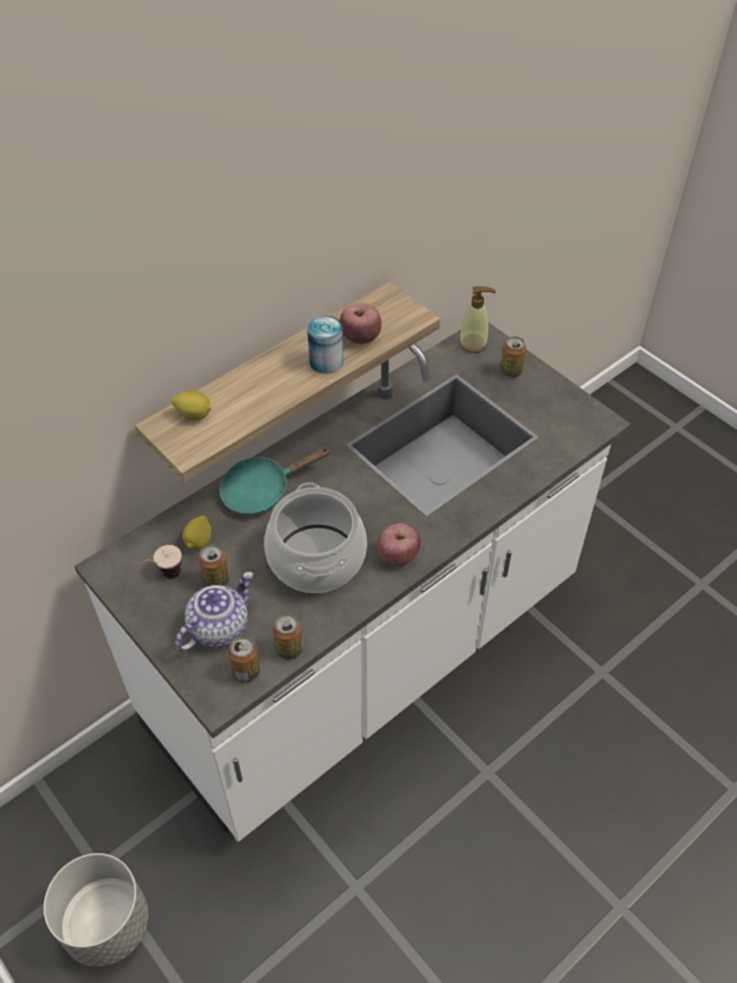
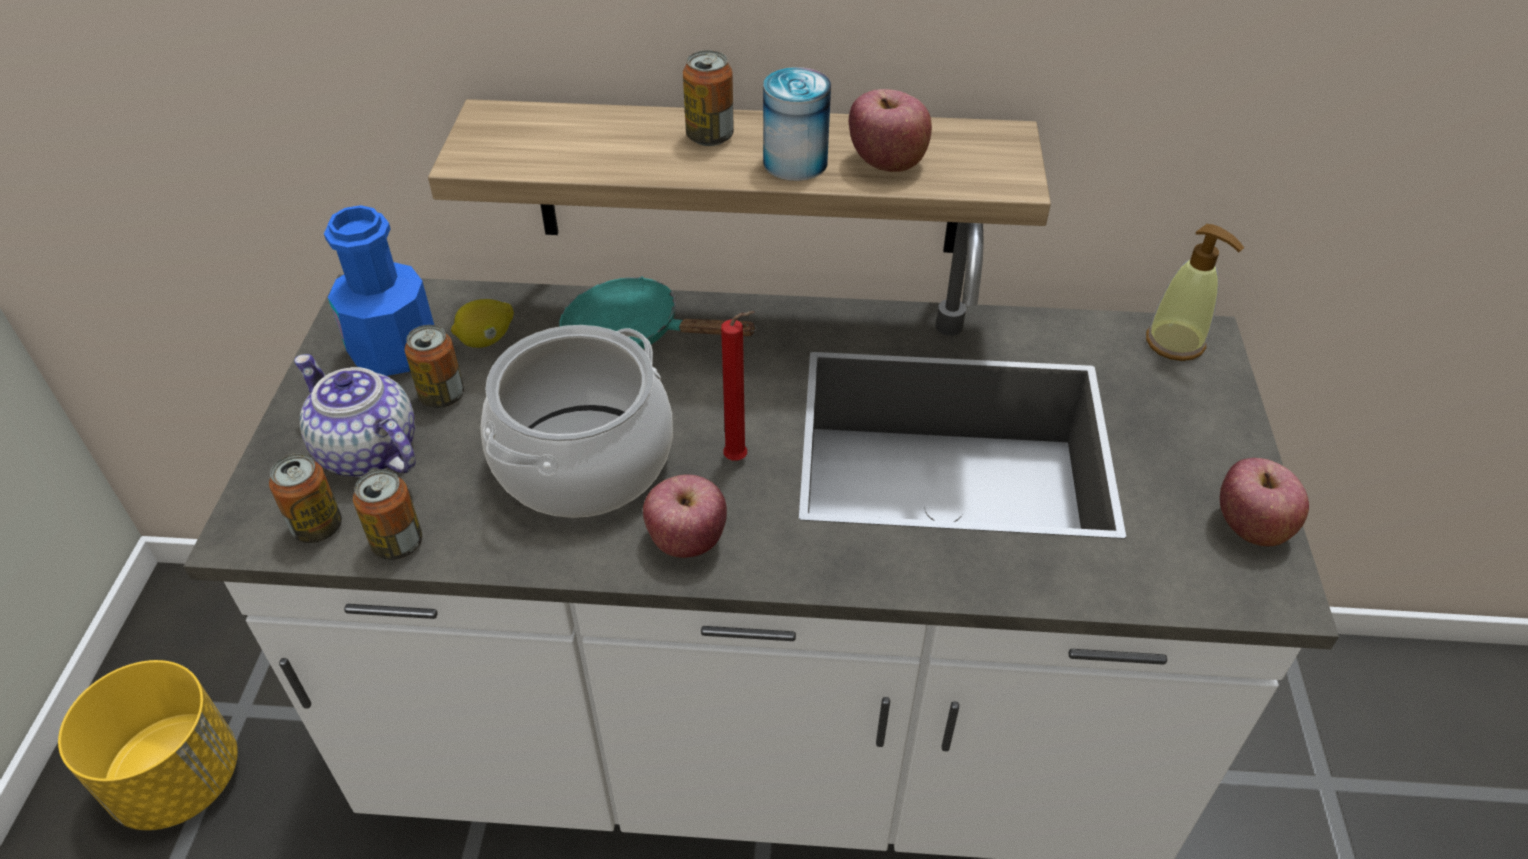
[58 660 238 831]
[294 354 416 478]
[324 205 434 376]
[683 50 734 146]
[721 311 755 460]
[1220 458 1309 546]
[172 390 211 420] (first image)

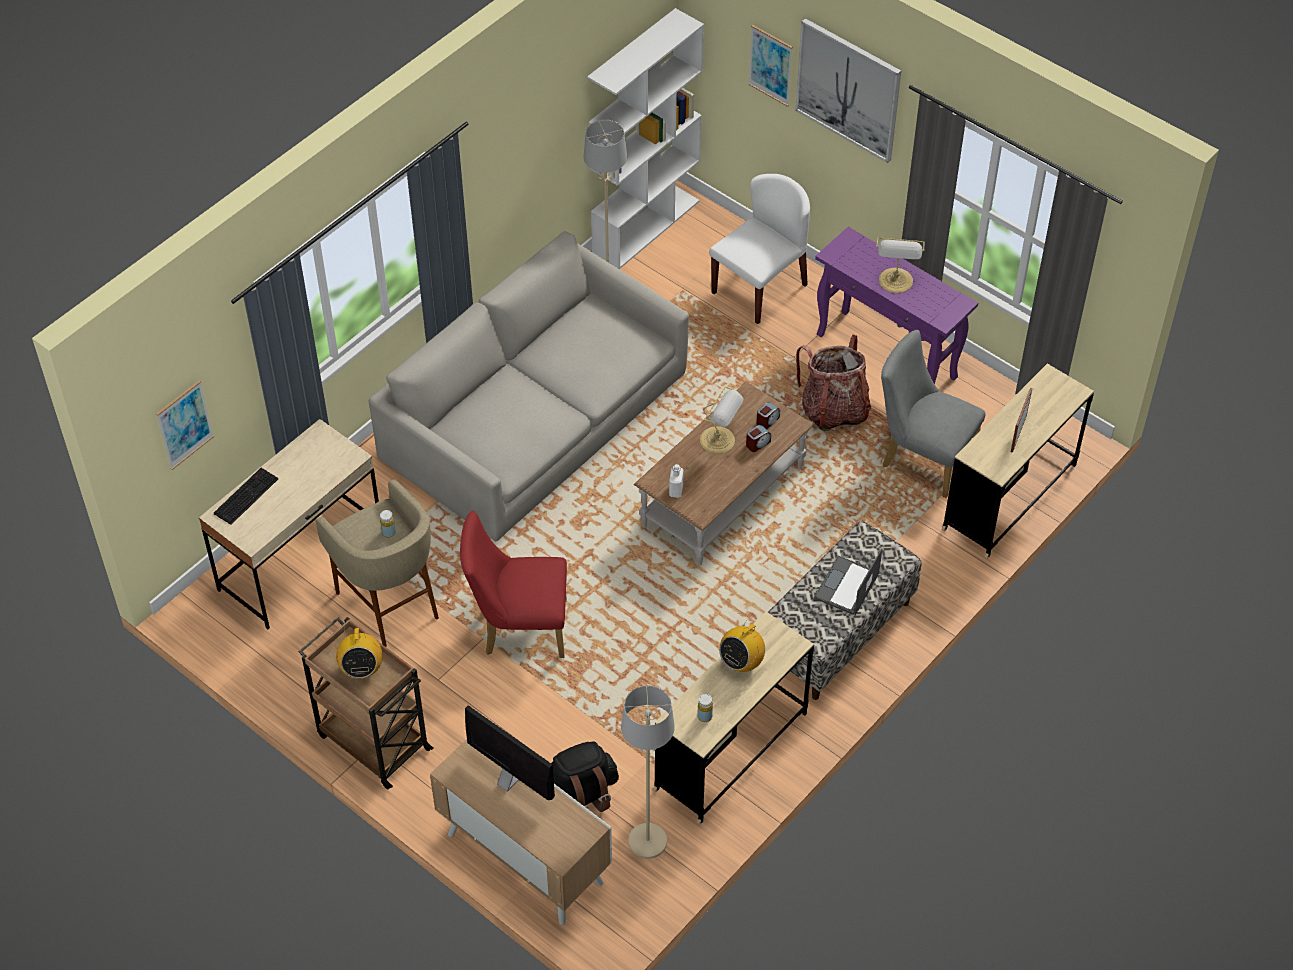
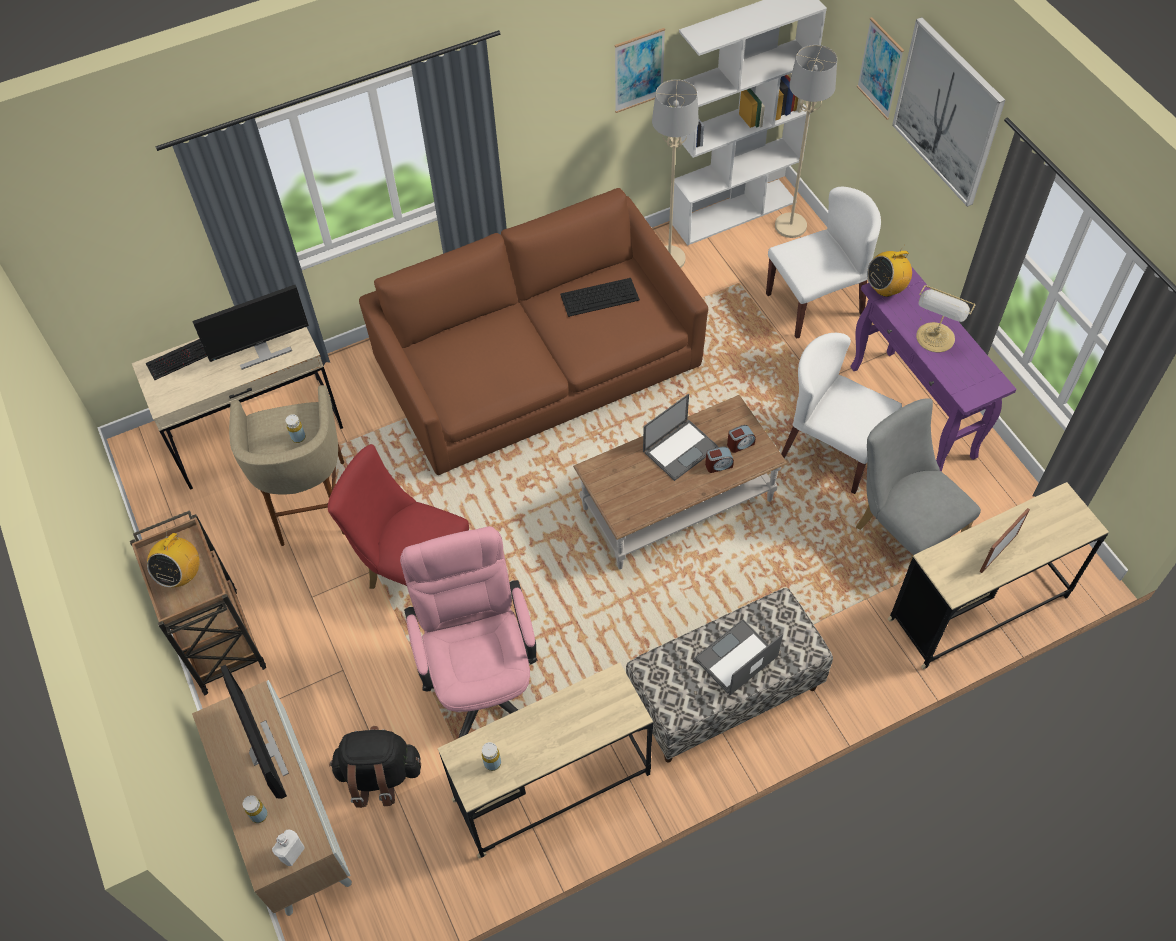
[192 285 309 370]
[243 795 268 823]
[272 829 305 866]
[359 188 708 475]
[400 526 538 738]
[560 278 640 317]
[615 28 665 113]
[643 394 719 481]
[775 45 837 238]
[781 333 902 494]
[867 246 912 297]

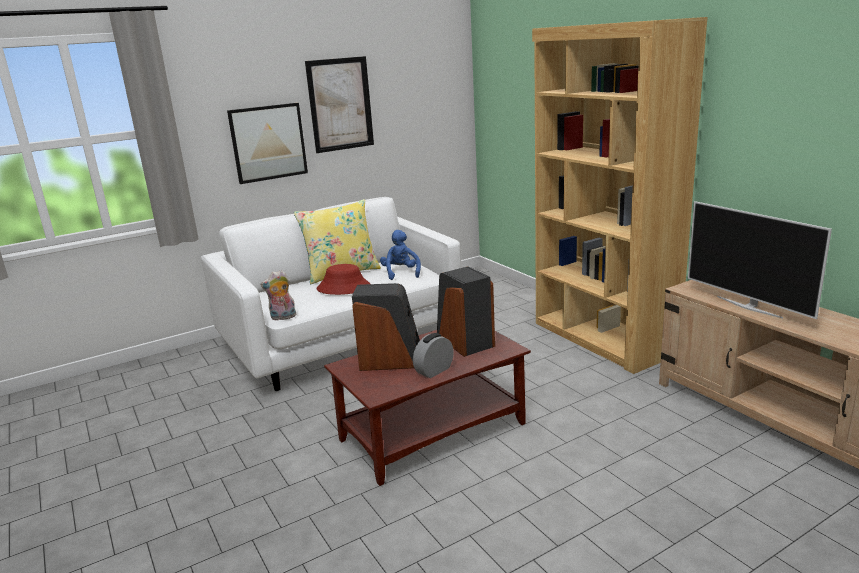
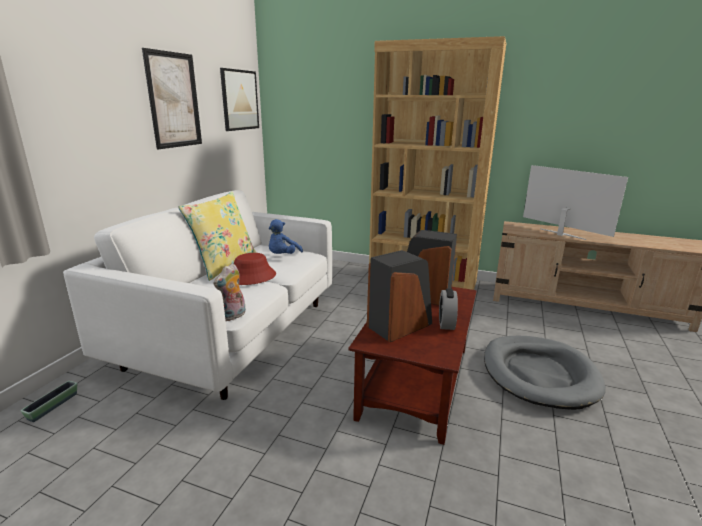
[21 381 77 422]
[220 68 259 131]
[269 219 303 254]
[484 336 606 410]
[523 165 628 240]

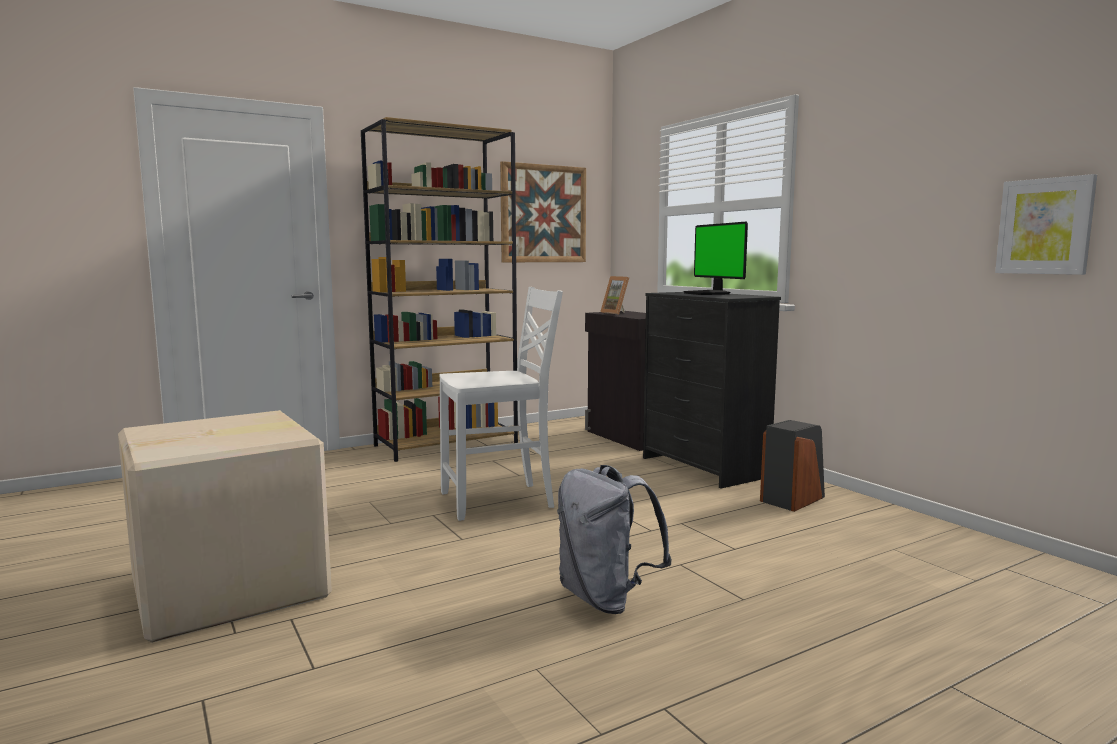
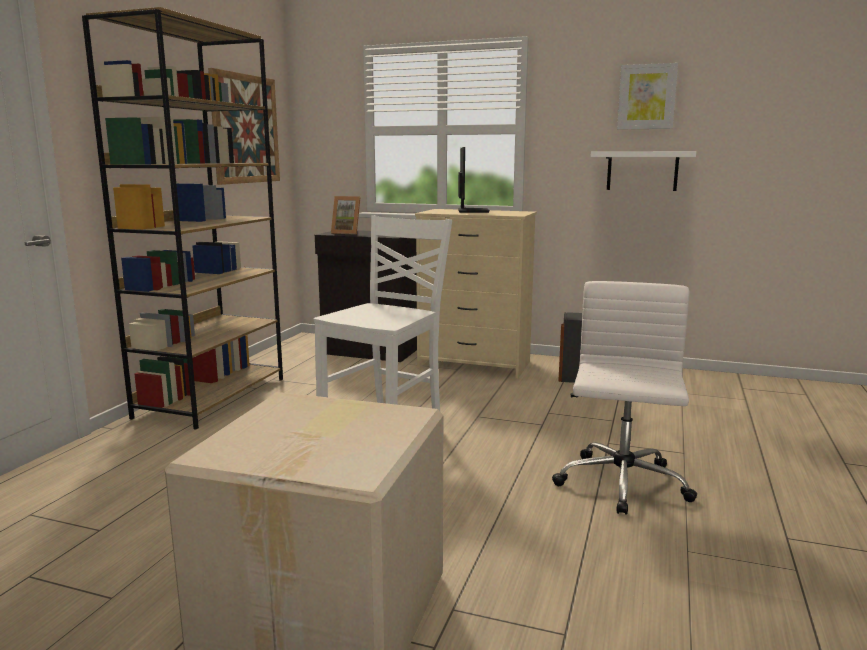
[415 209 537 379]
[458 147 490 213]
[552 281 697 515]
[590 151 696 191]
[617 63 678 129]

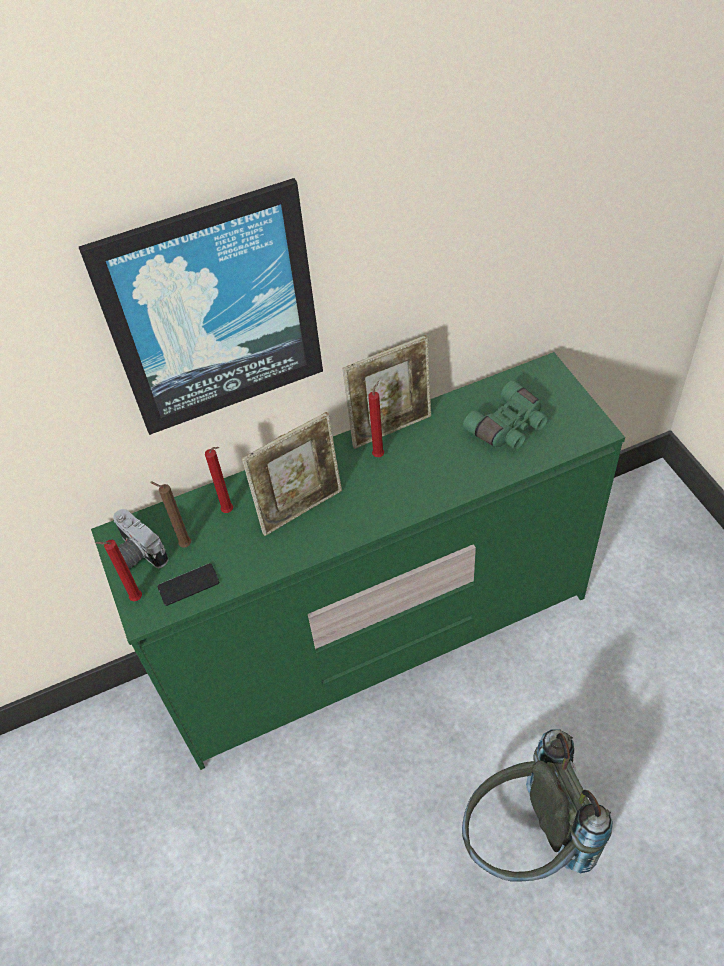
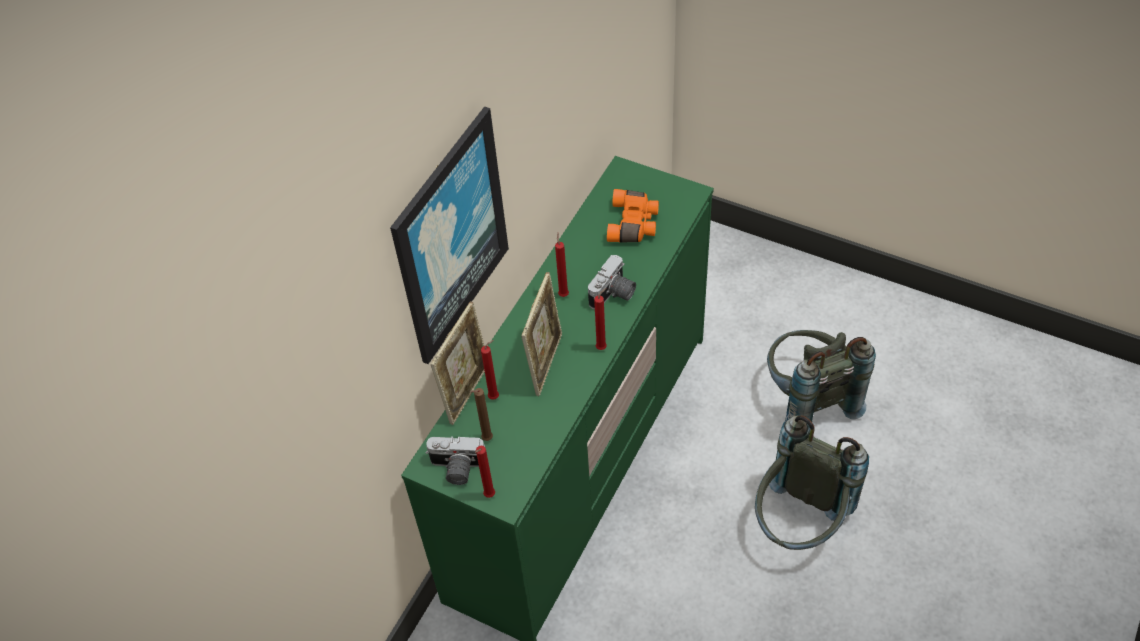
[431 301 485 425]
[588 255 636 309]
[594 288 607 350]
[607 189 659 242]
[767 330 876 430]
[158 563 219 606] (first image)

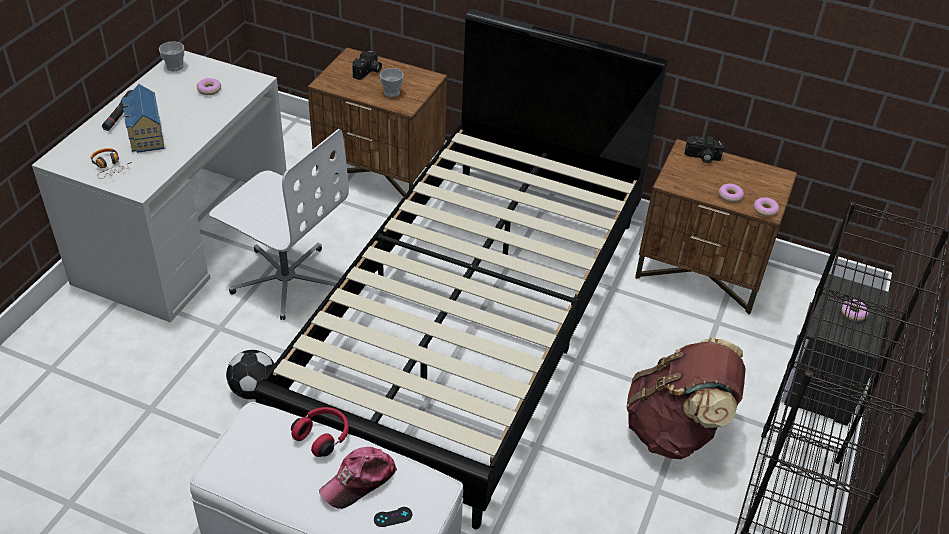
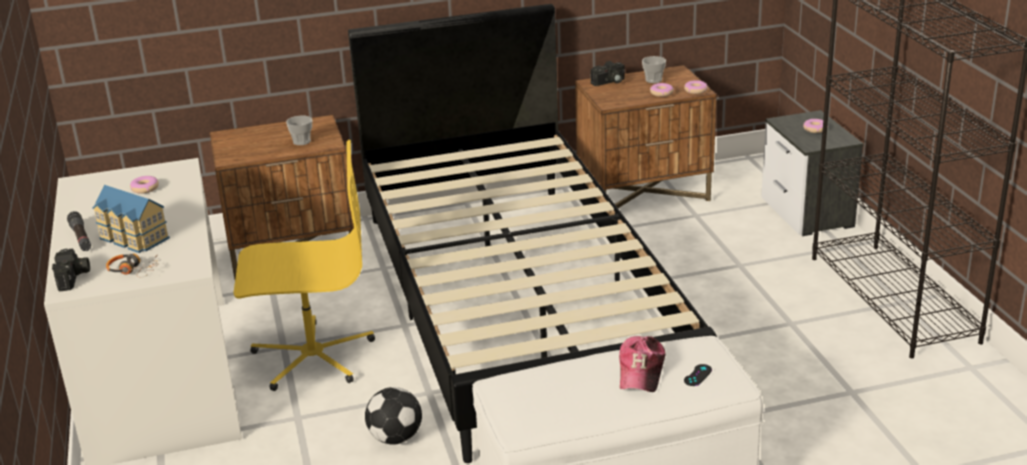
[52 249 90 291]
[234 140 375 391]
[642 56 666 83]
[291 407 349 457] (first image)
[626 337 746 459] (first image)

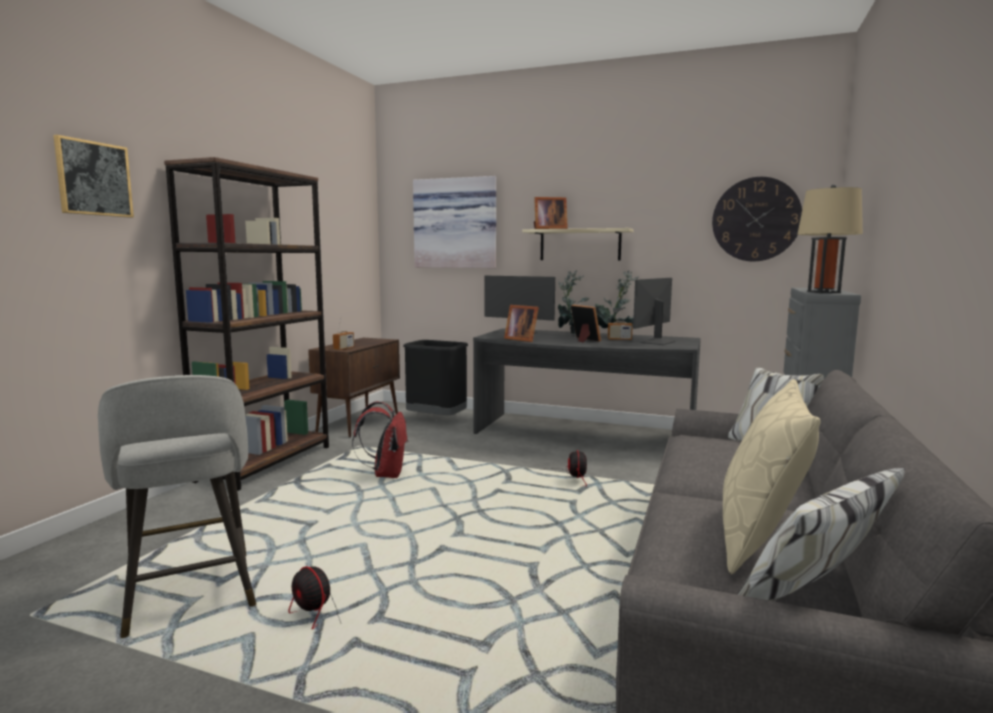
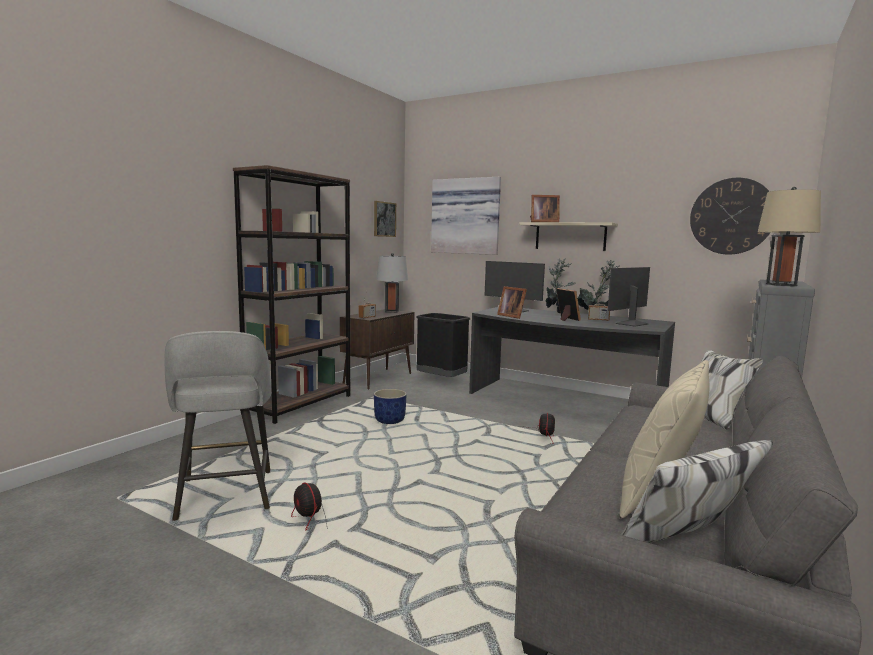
[374 201 396 237]
[374 389 407 424]
[376 253 408 313]

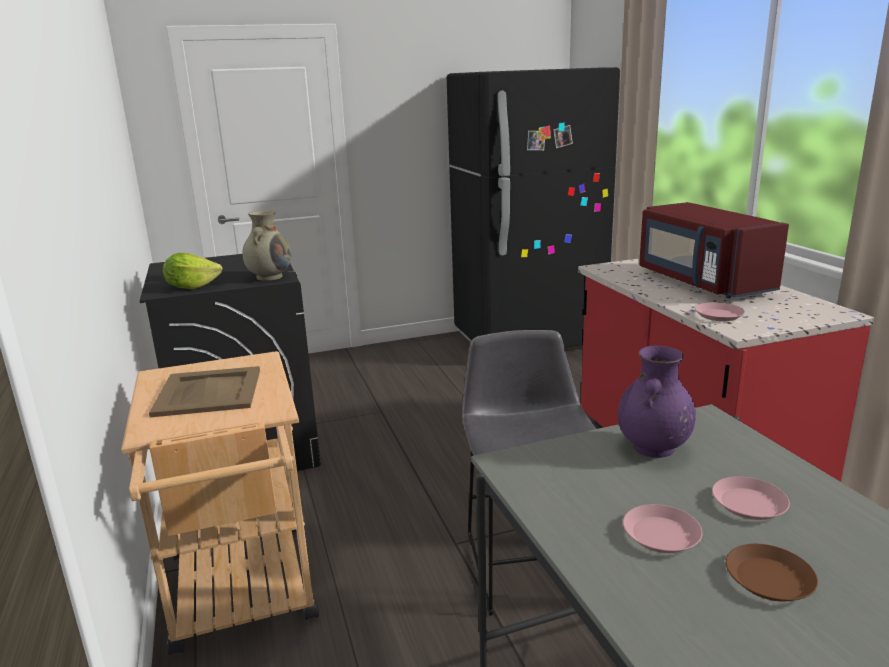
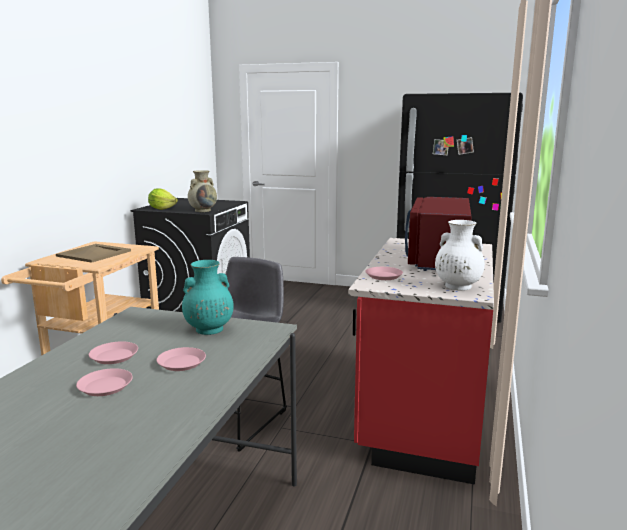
[76 368 133 396]
[182 260 234 335]
[435 220 485 291]

